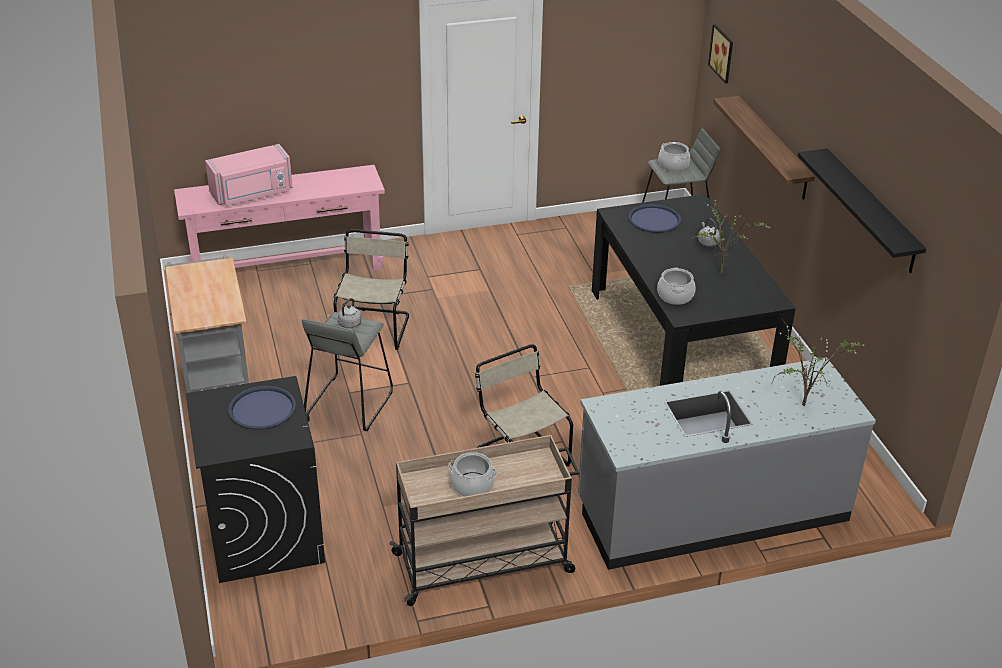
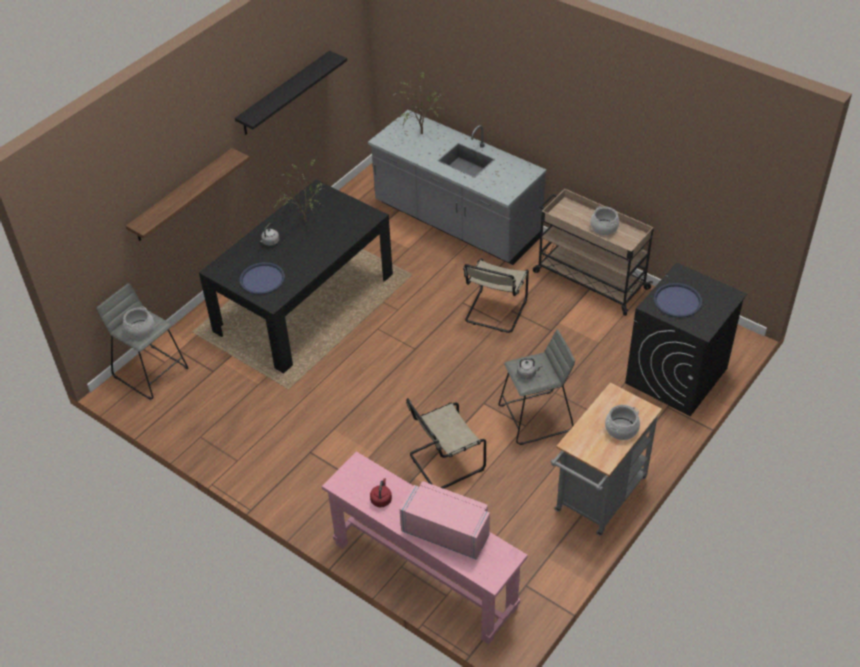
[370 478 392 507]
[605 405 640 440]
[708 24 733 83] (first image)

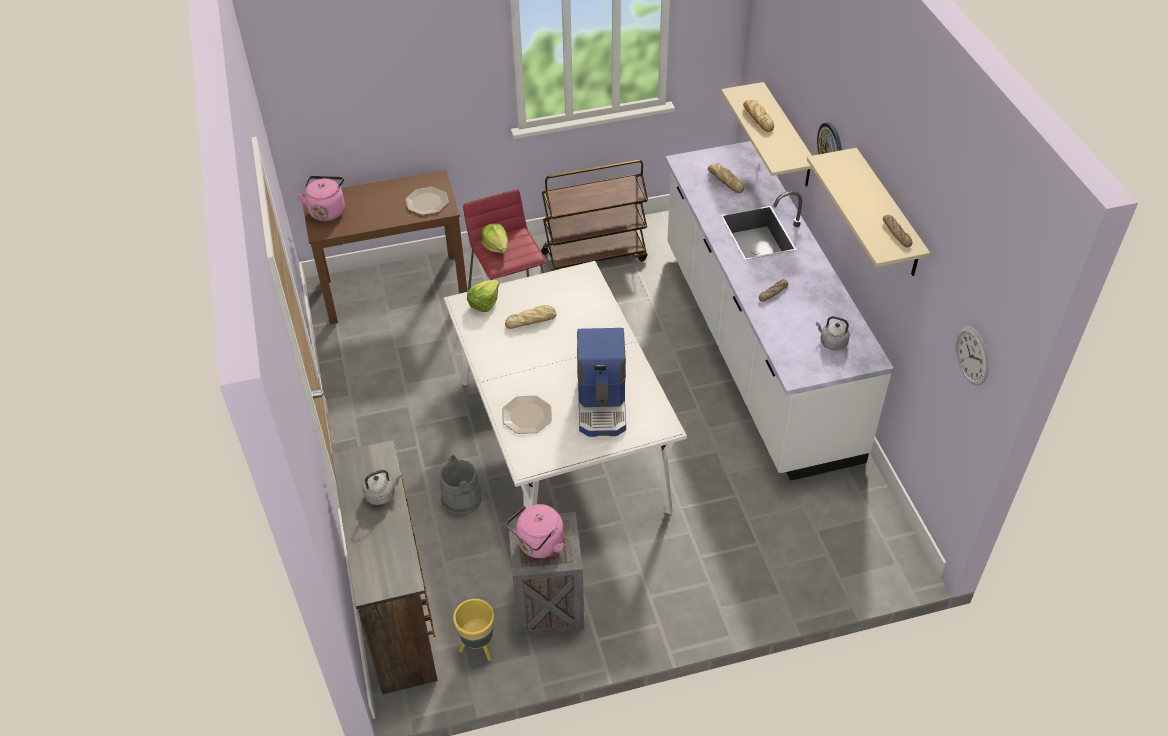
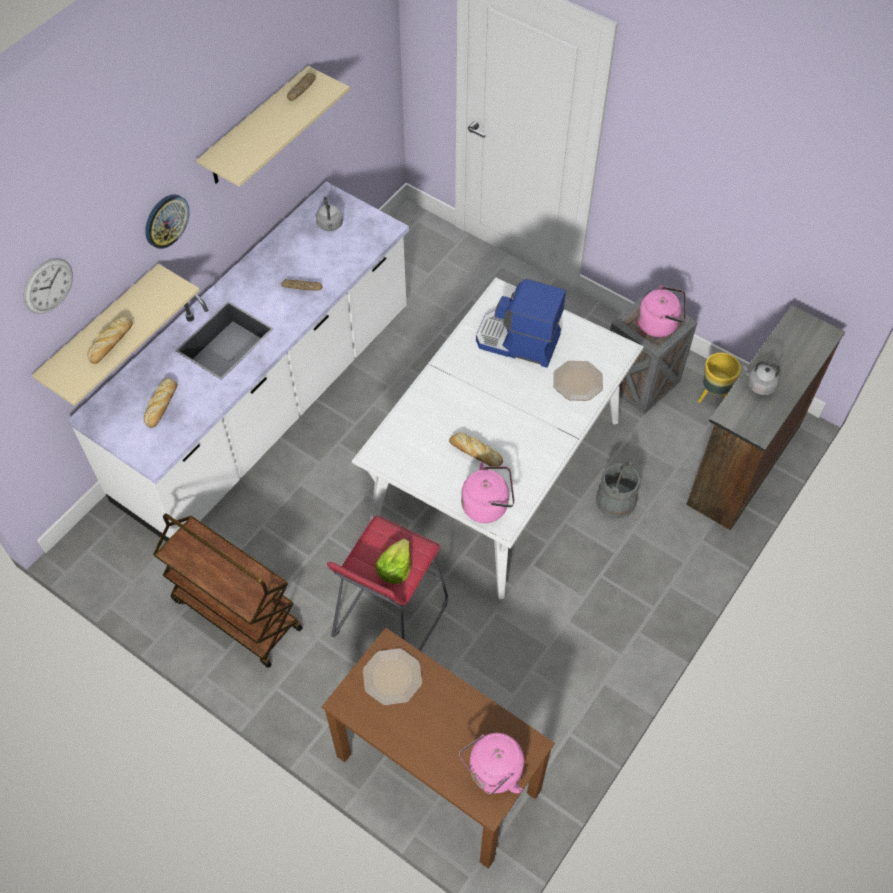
[24 258 73 314]
[461 462 514 523]
[476 279 566 368]

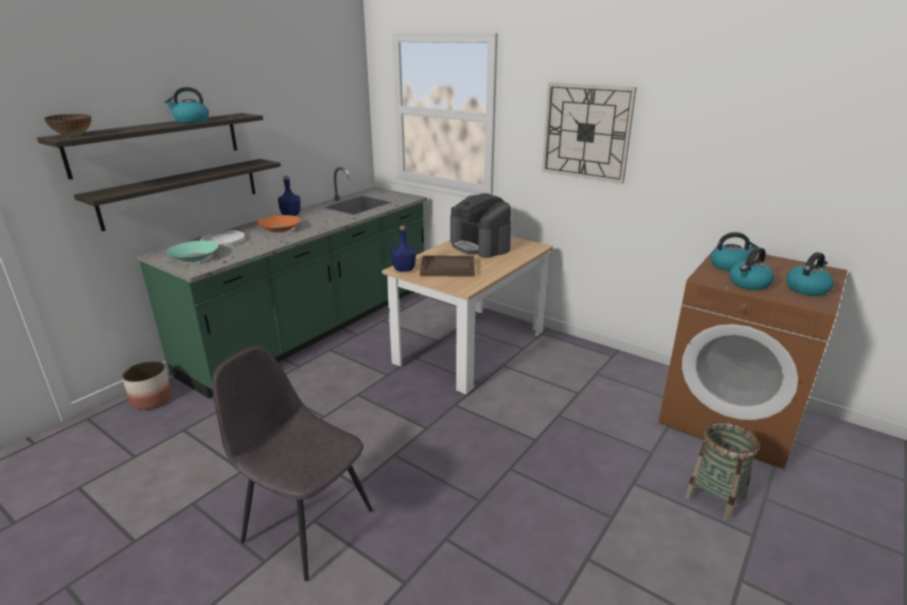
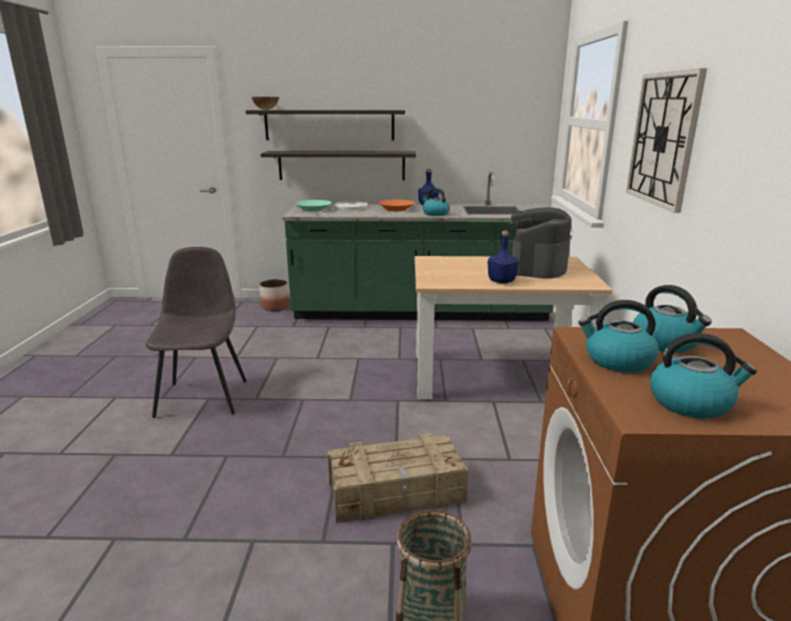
[327 433 468 523]
[422 188 449 216]
[488 230 519 284]
[420 256 475 276] (first image)

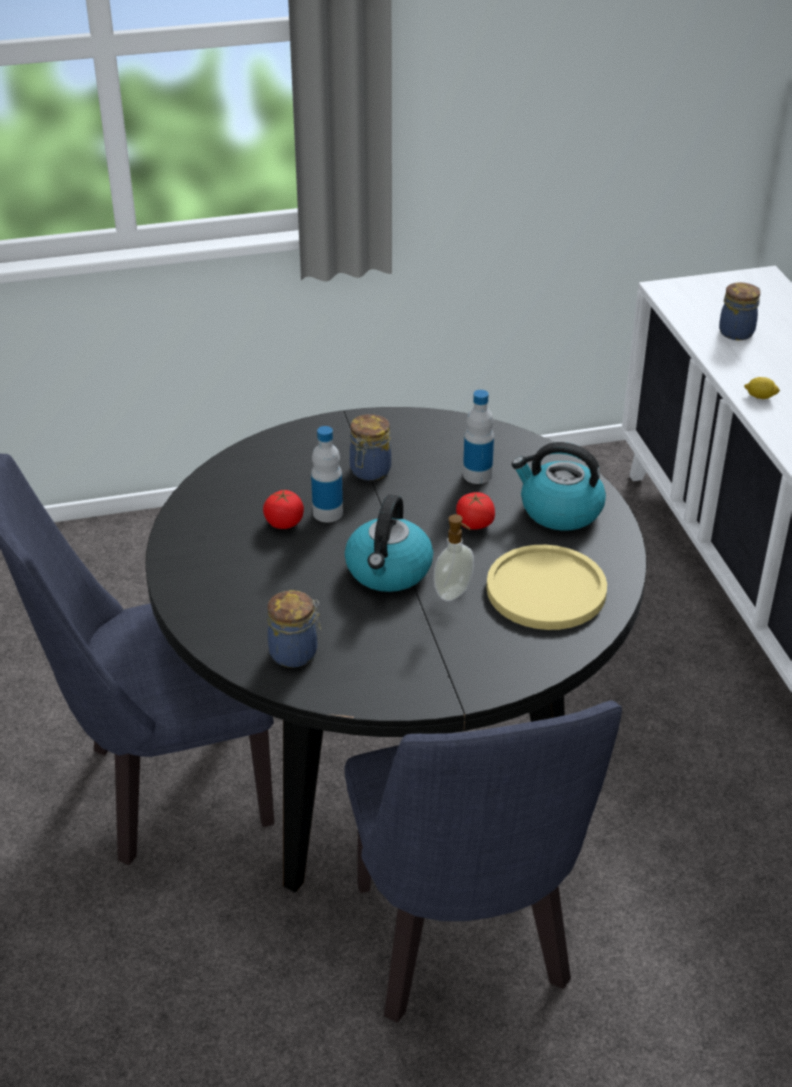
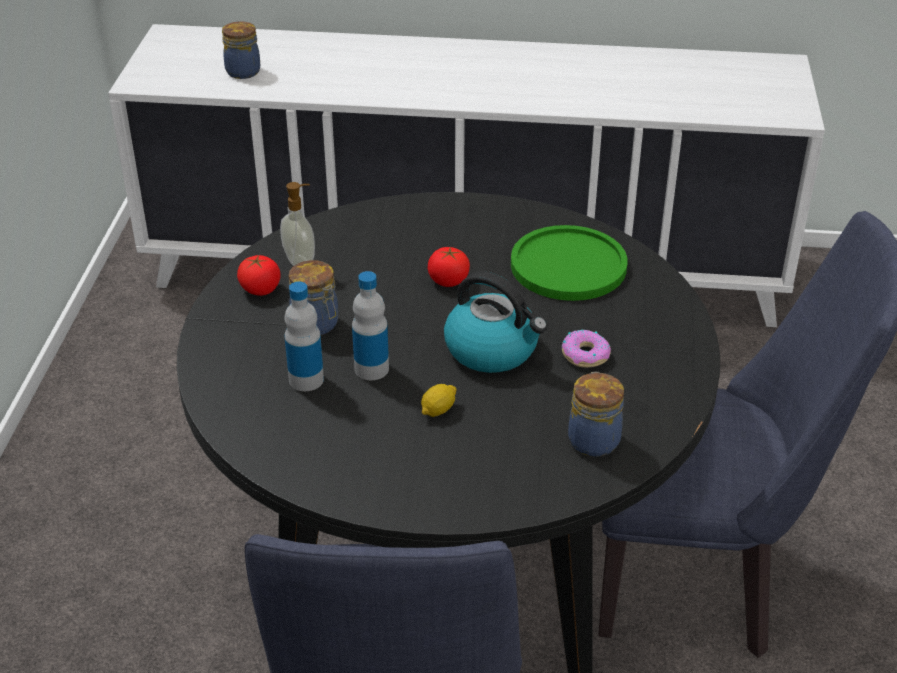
[237 255 281 296]
[280 182 315 266]
[284 281 324 391]
[421 384 457 417]
[511 225 627 301]
[562 329 611 368]
[512 442 606 531] (first image)

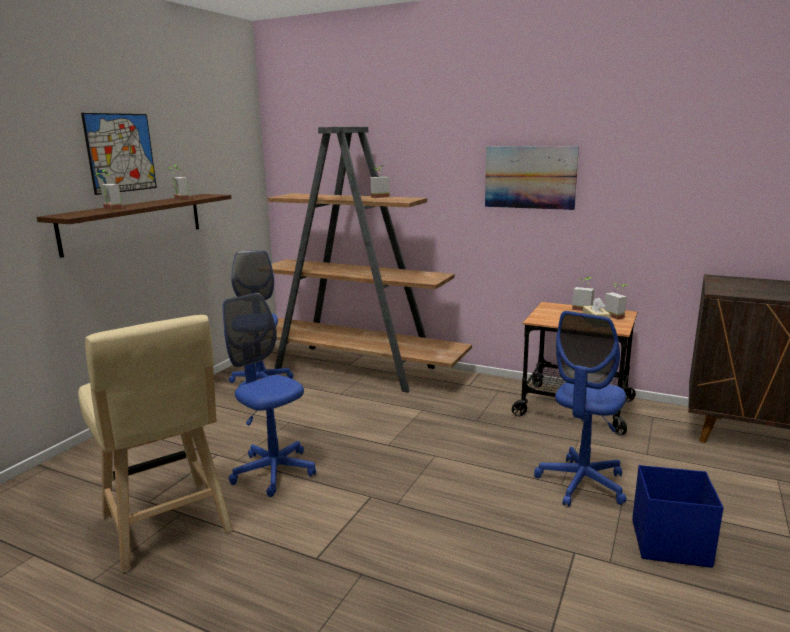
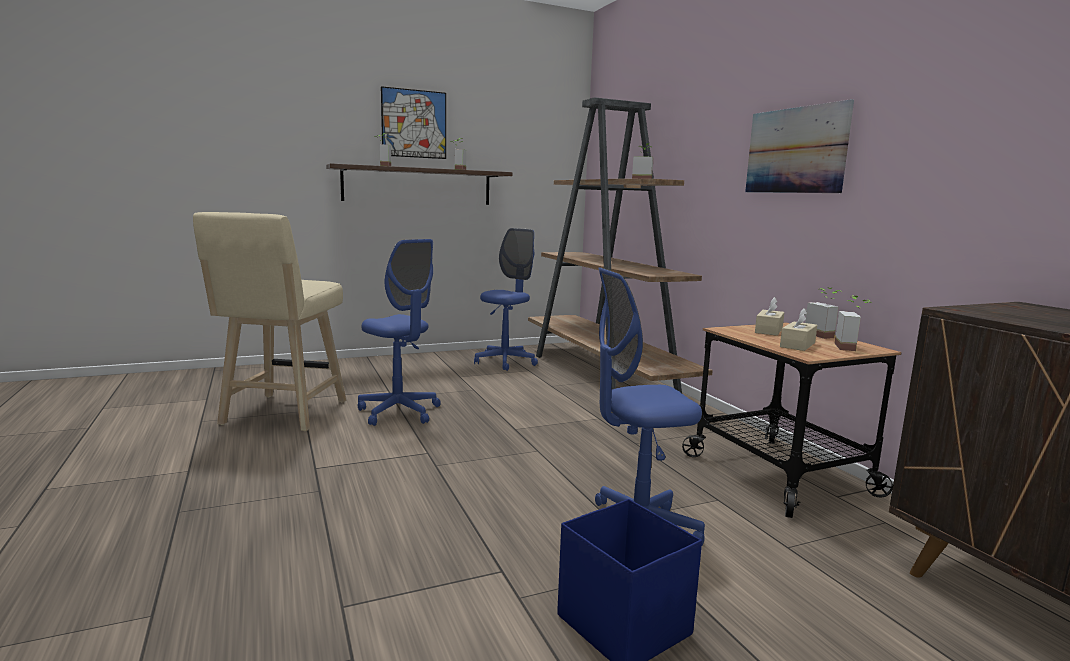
[358 239 441 426]
[755 297 784 336]

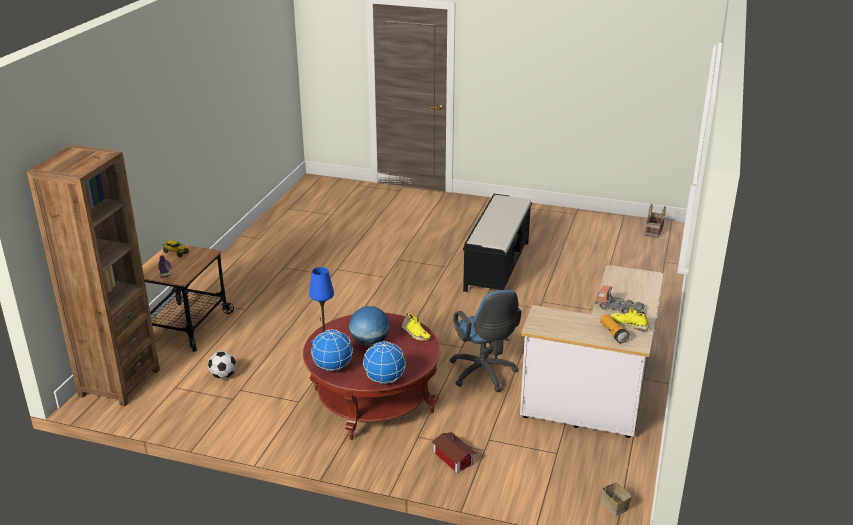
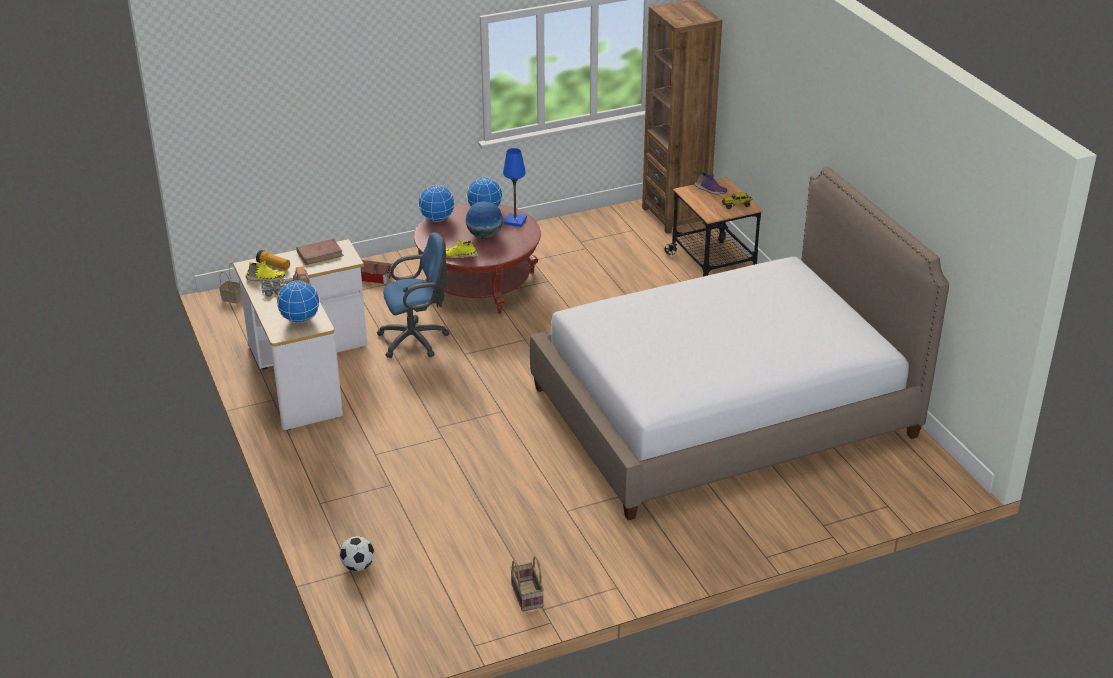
[277 281 320 323]
[297 239 344 265]
[339 536 374 571]
[377 232 449 358]
[510 556 544 612]
[530 166 949 521]
[463 194 532 292] (first image)

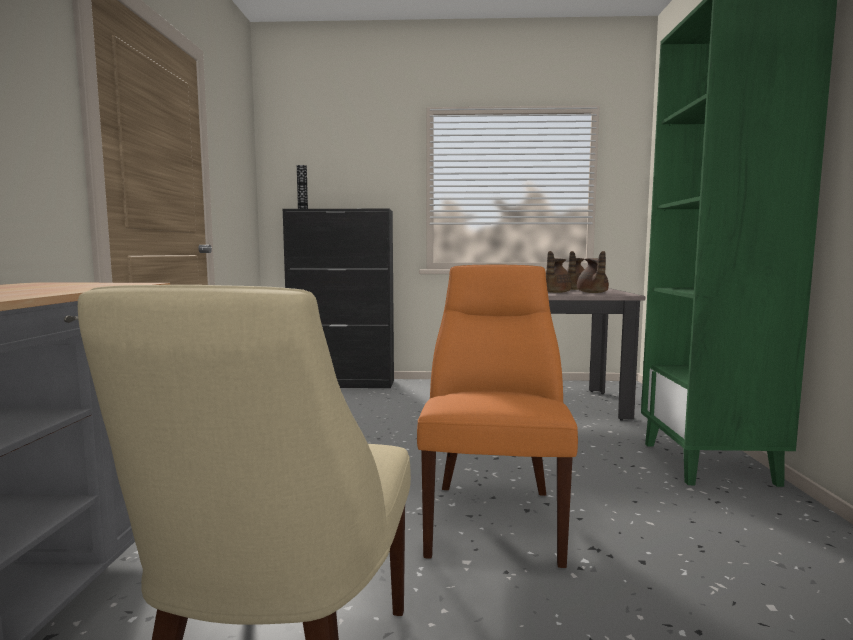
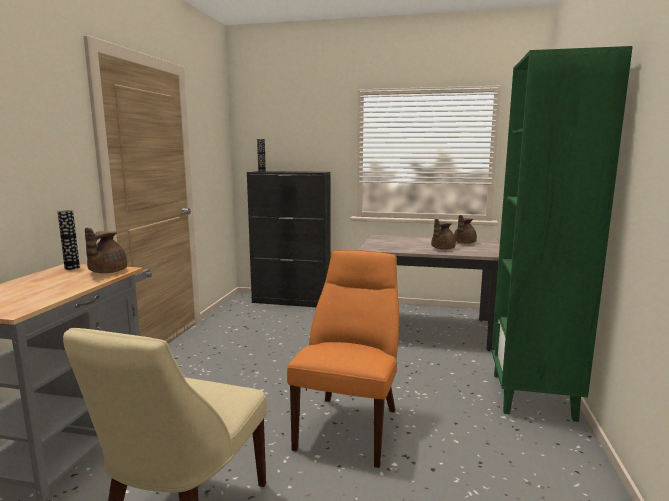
[57 210 80 270]
[85 228 127 273]

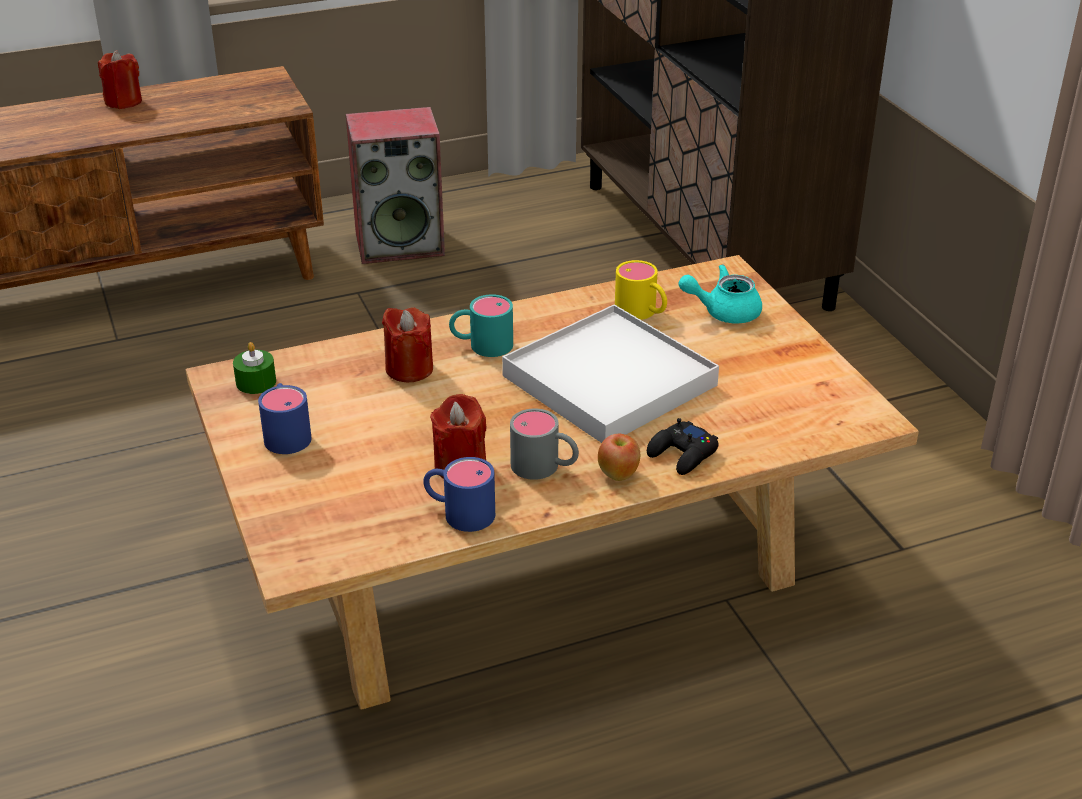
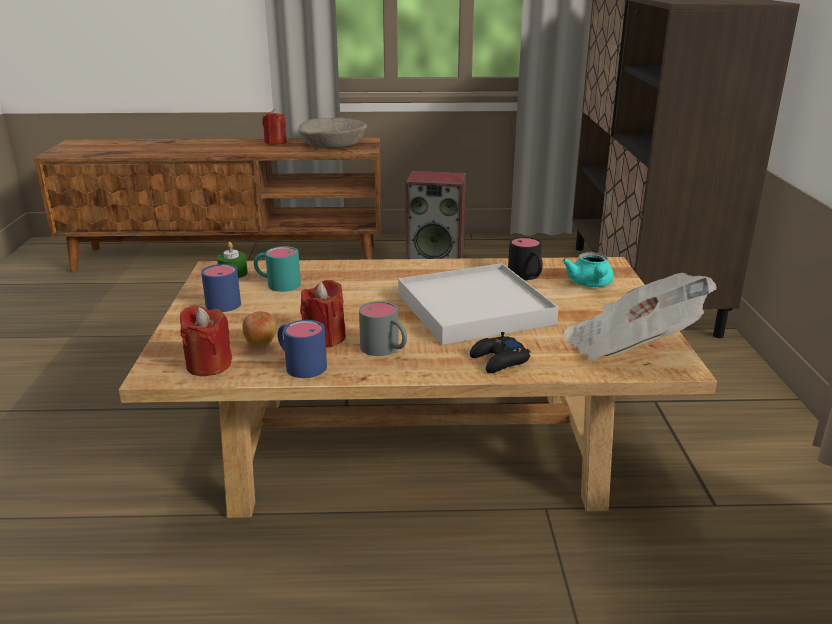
[180 305 232 376]
[242 311 277 348]
[254 246 301 292]
[299 118 367 149]
[508 237 543 280]
[562 252 614 287]
[563 273 717 361]

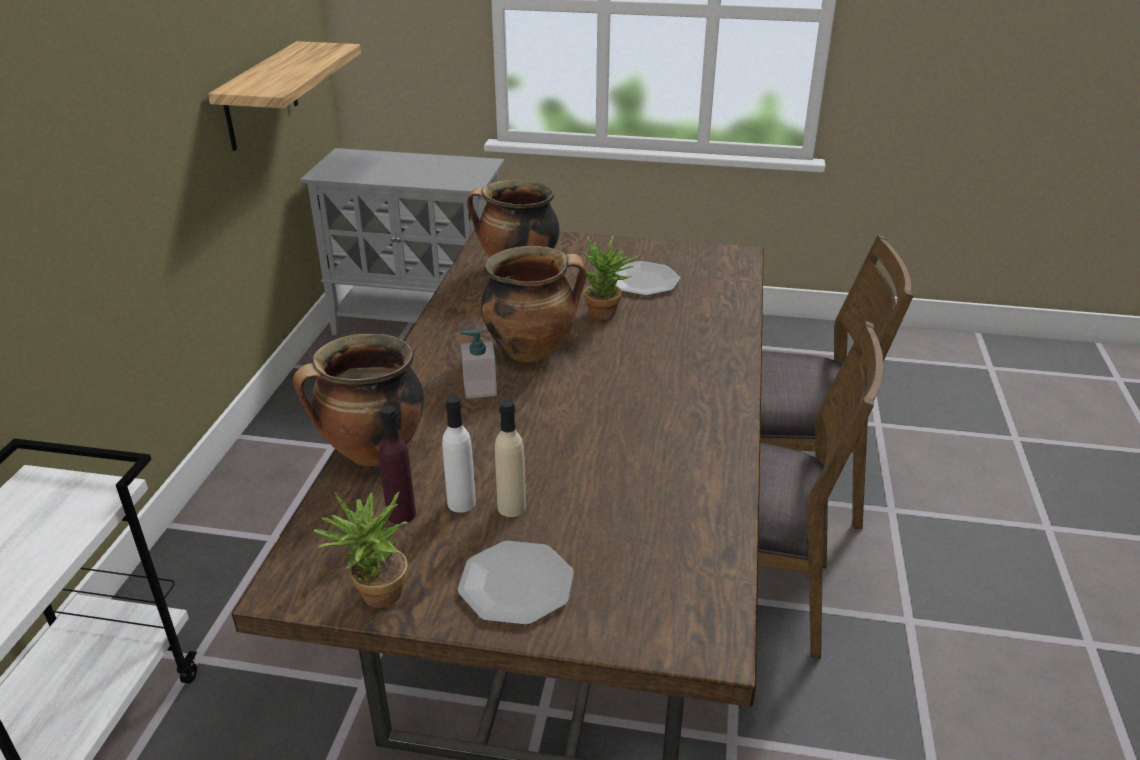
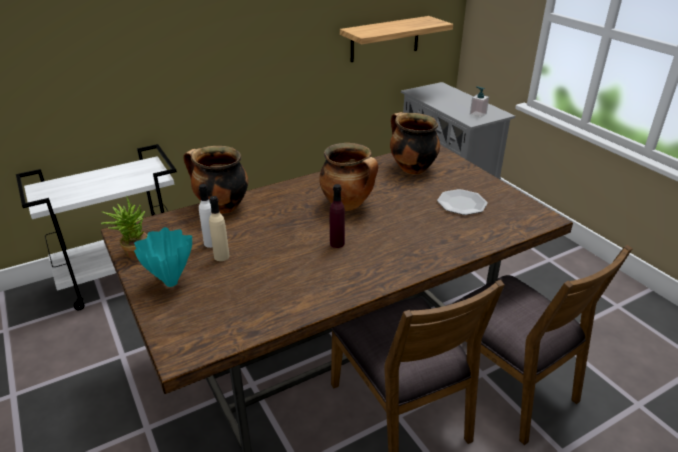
[134 227 192 287]
[330 184 345 248]
[470 86 489 118]
[578 235 641 320] (first image)

